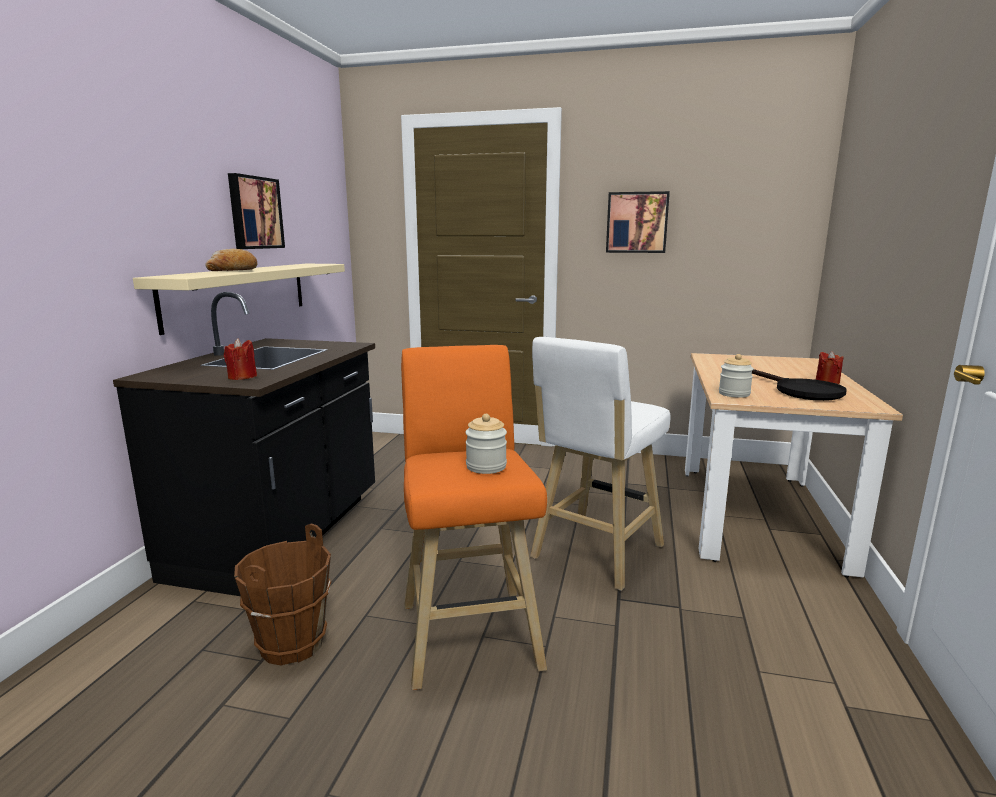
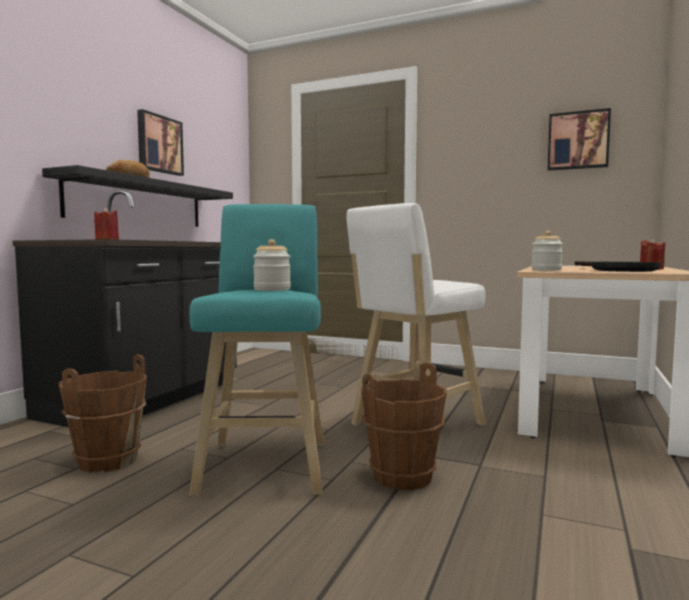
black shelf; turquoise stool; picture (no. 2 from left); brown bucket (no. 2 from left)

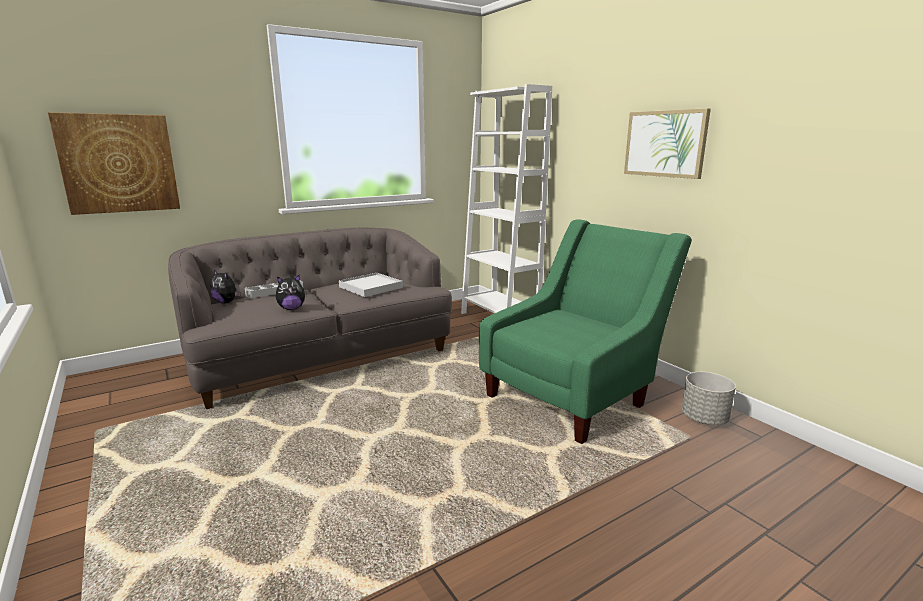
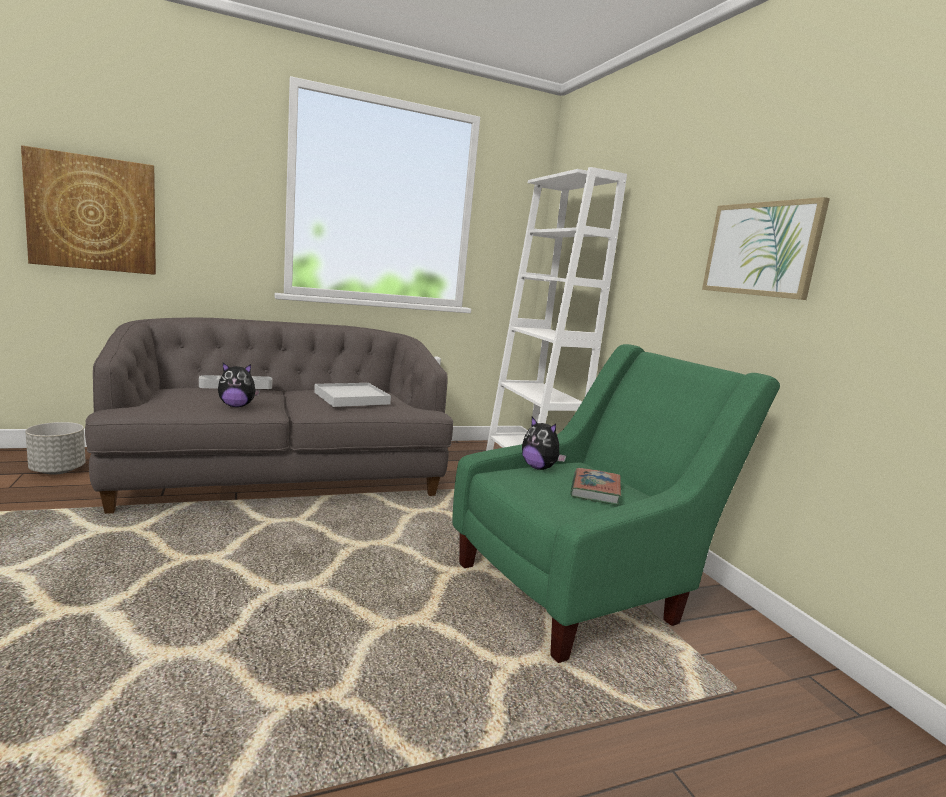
plush toy (no. 2 from left); grey planter; book

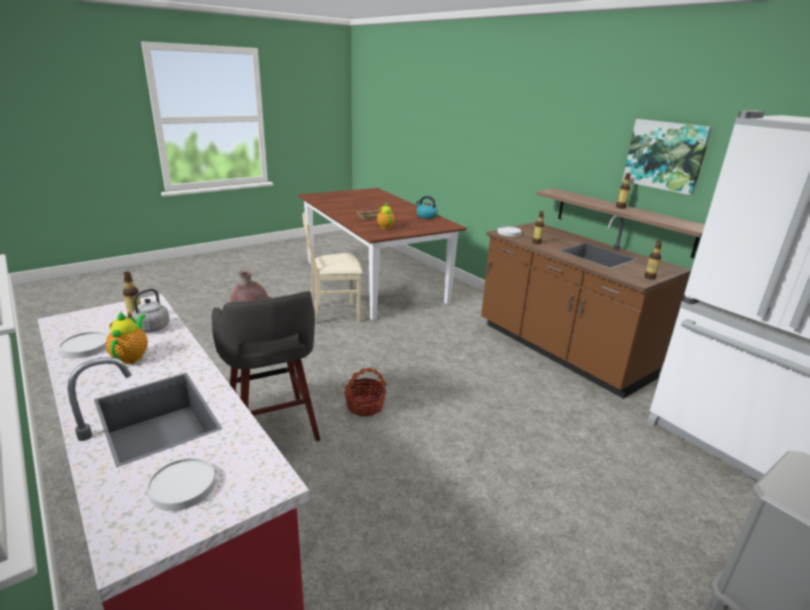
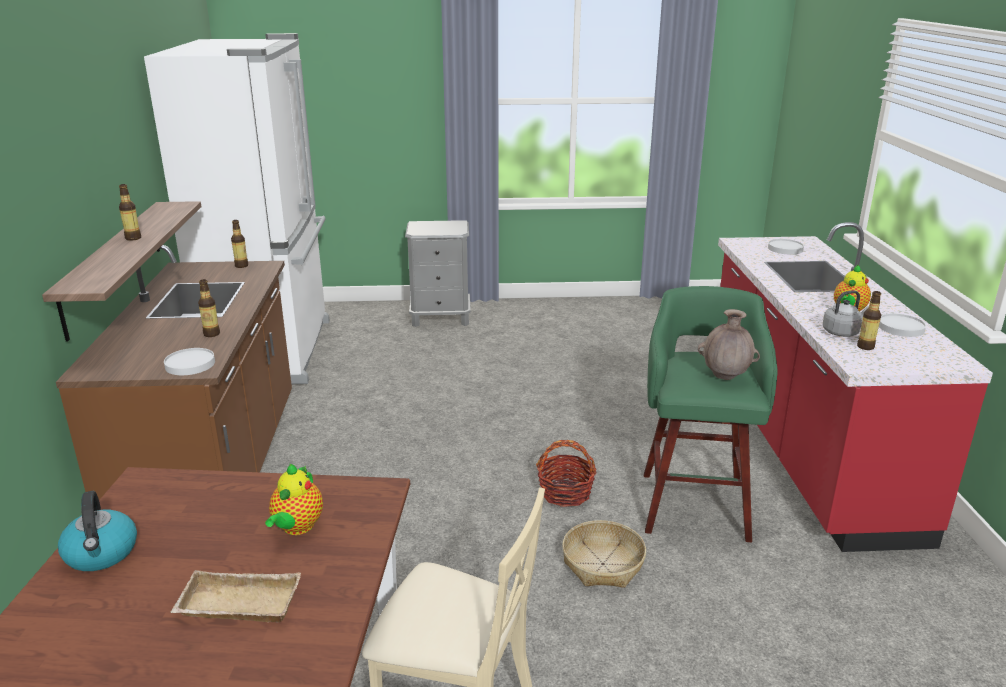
green stool; picture; basket (no. 2 from left)

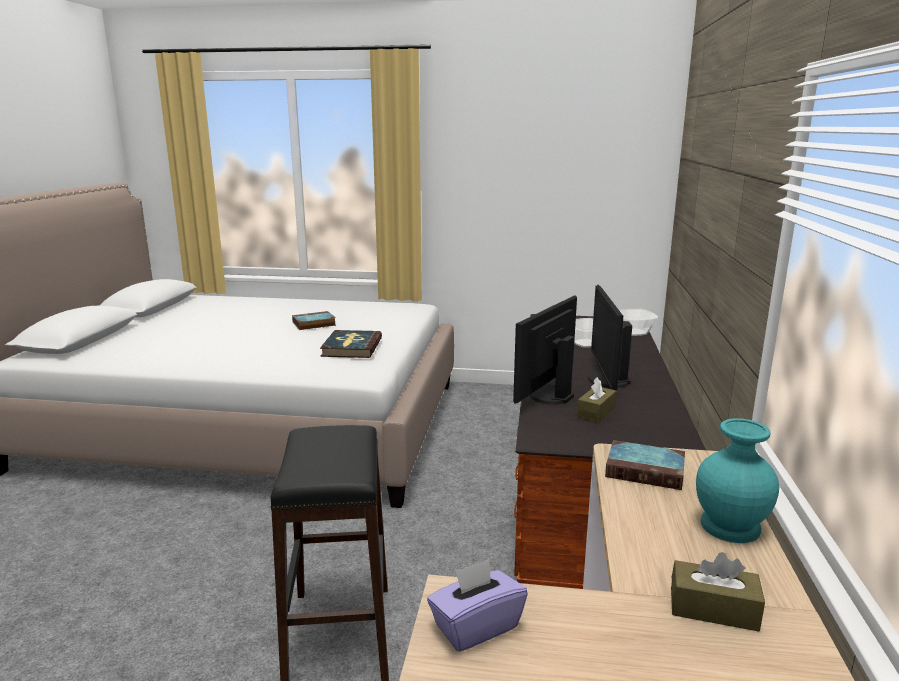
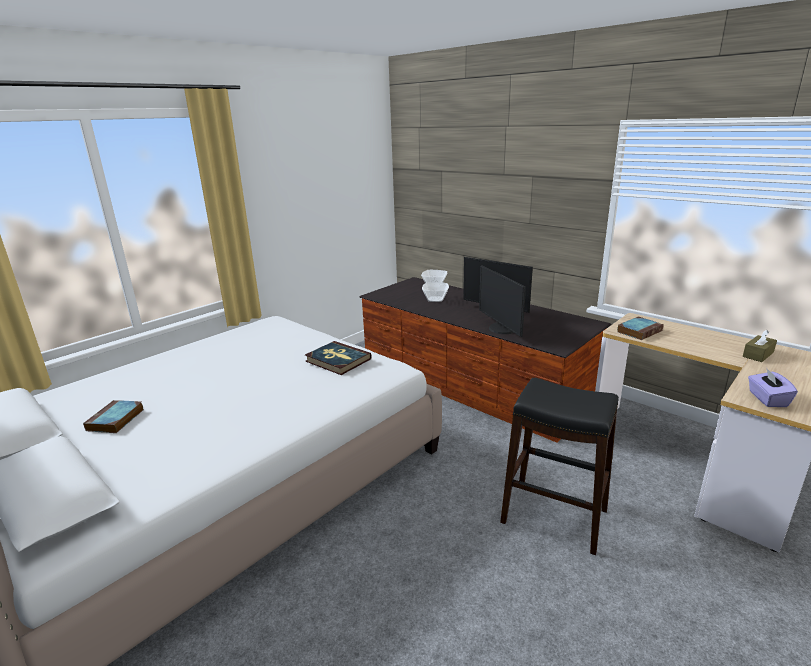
book (no. 1 from left); brown tissue box (no. 1 from left in the first image); turquoise vase

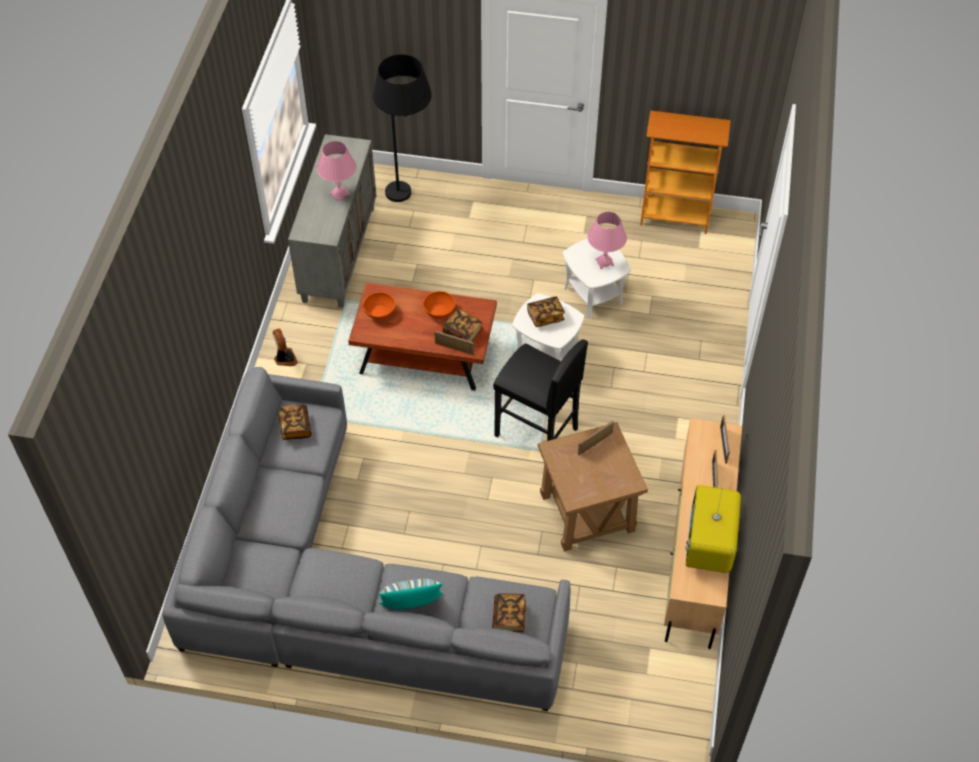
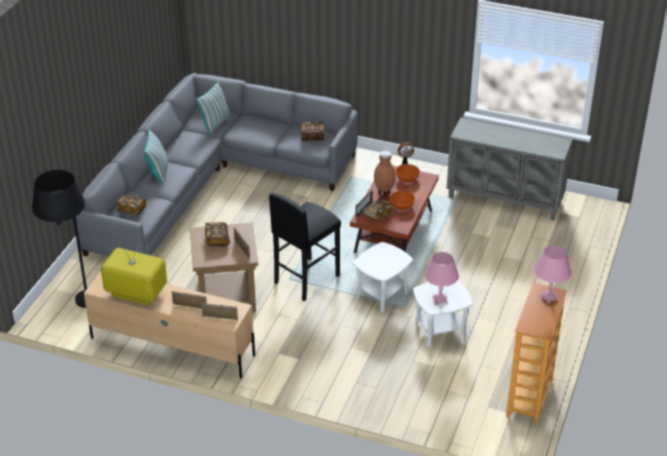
pink table lamp (no. 2 from left); black floor lamp; book (no. 2 from left); pillow (no. 2 from left); brown vase

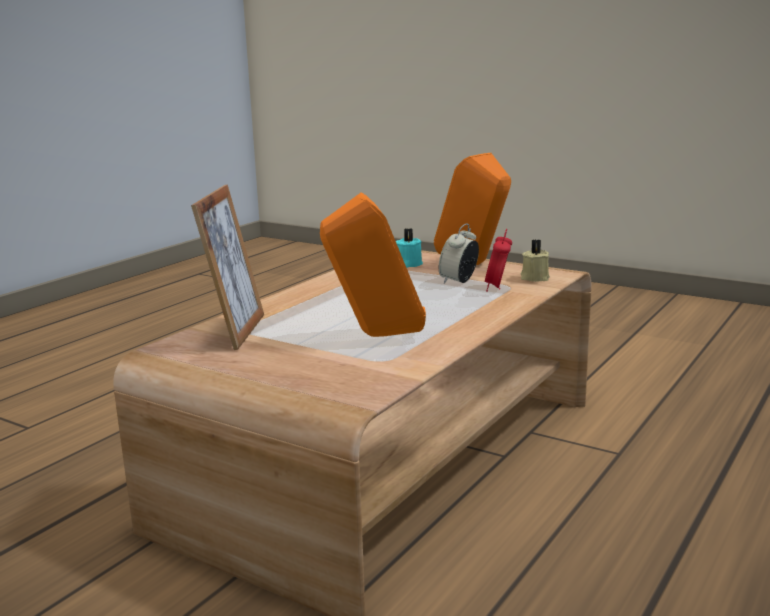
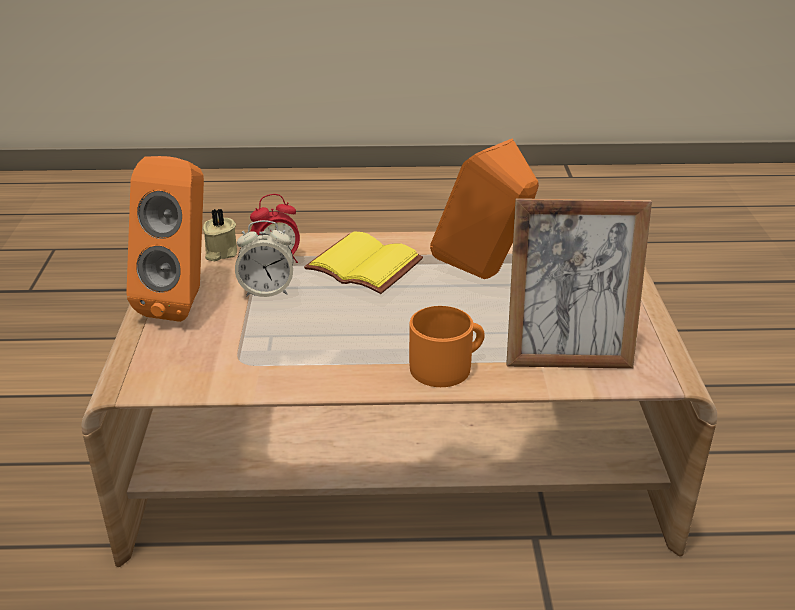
picture frame; turquoise candle; yellow book; orange mug

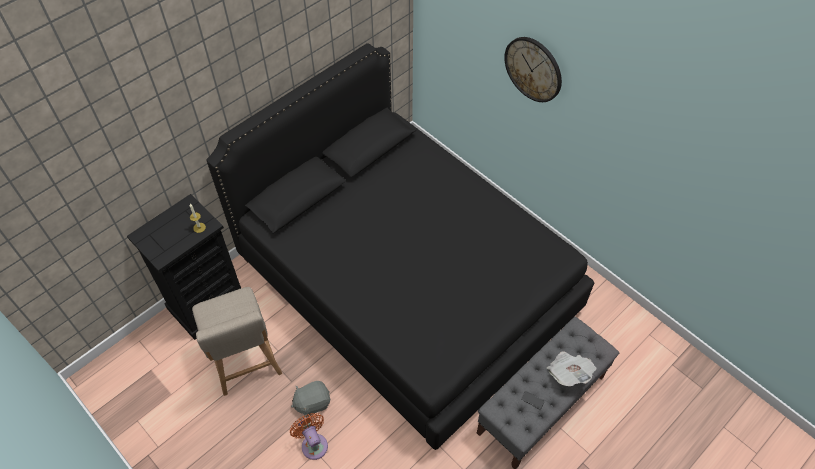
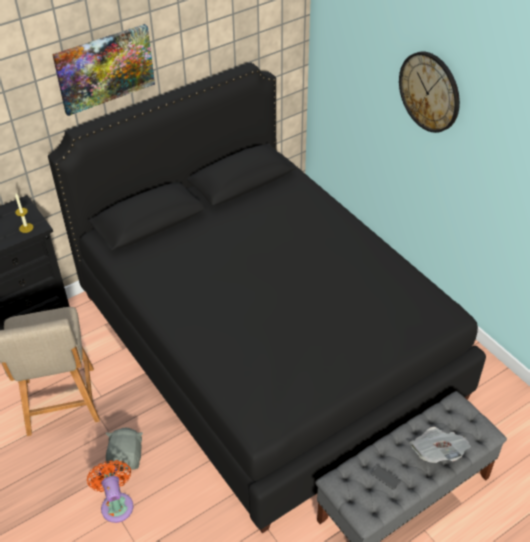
grey plush toy; picture

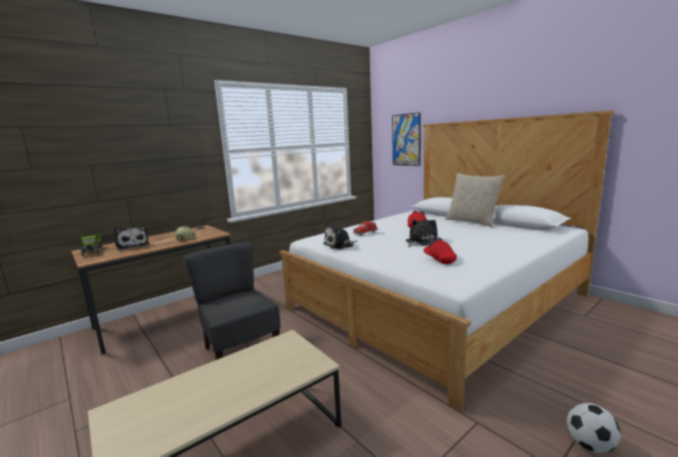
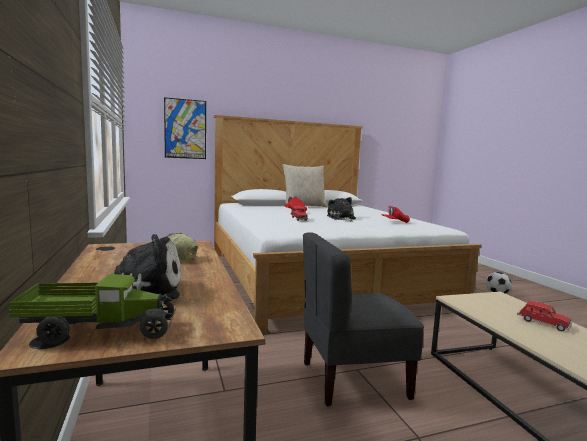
plush toy (no. 2 from left in the first image); red toy car (no. 2 from left)

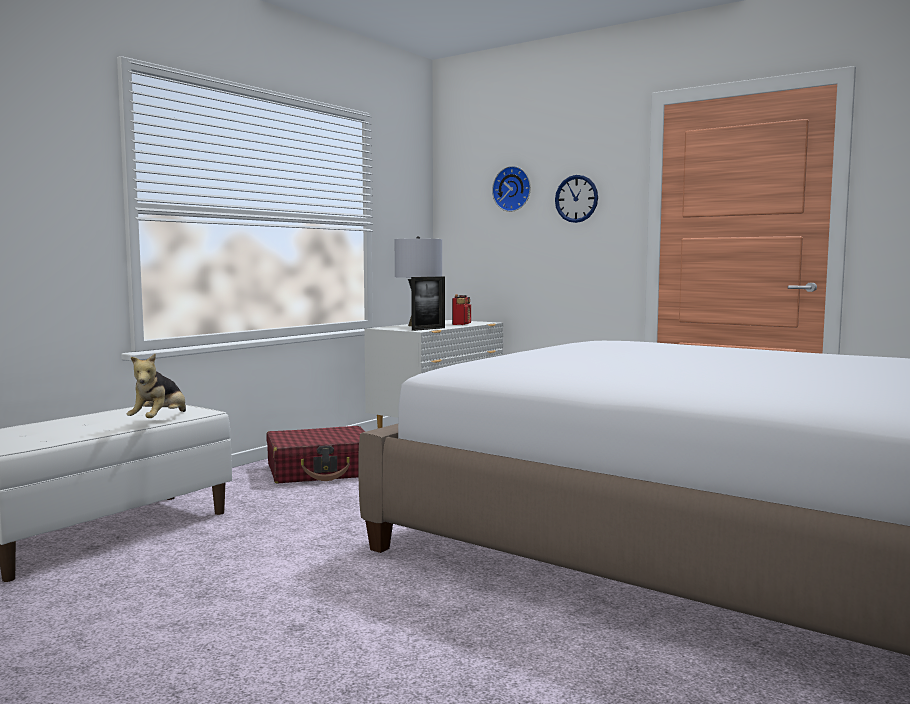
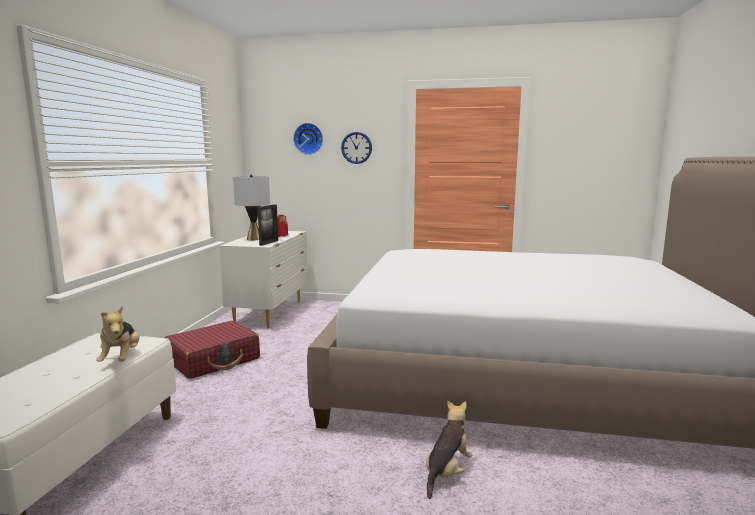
plush toy (no. 2 from left)

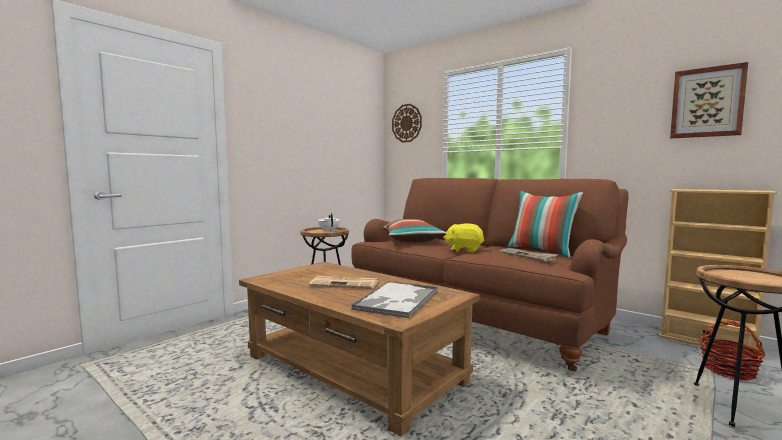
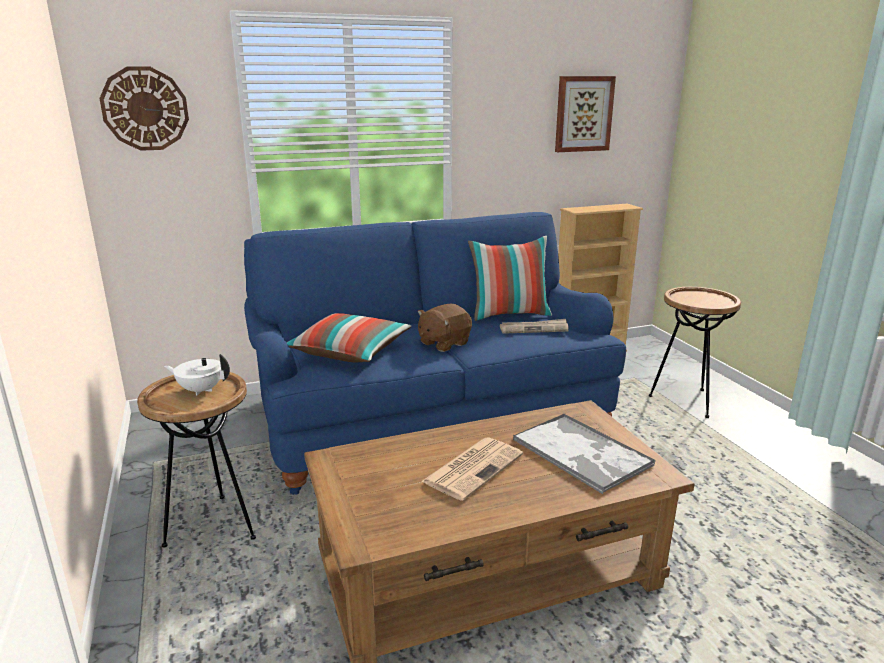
blue sofa; brown plush toy; basket

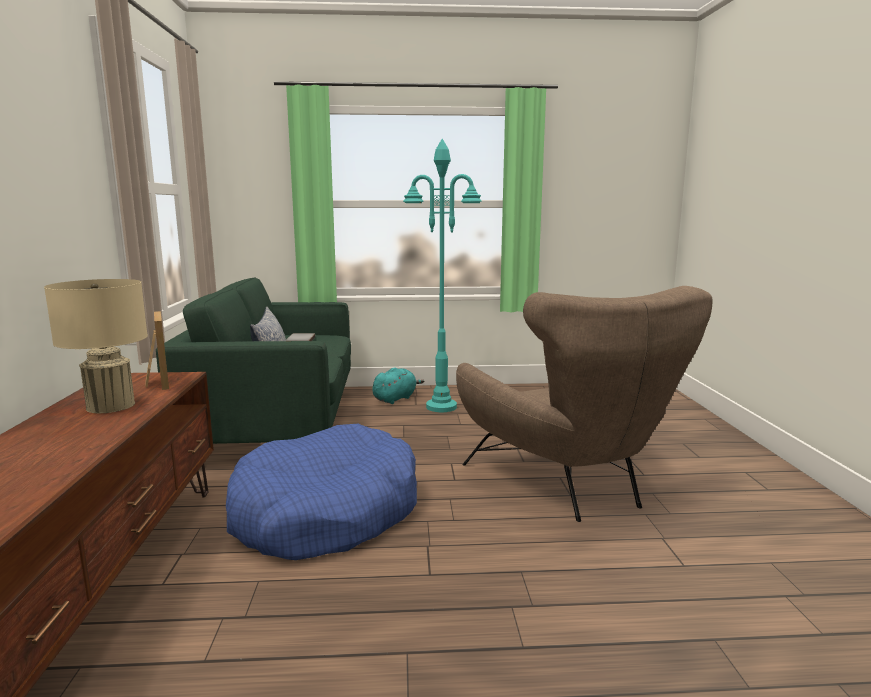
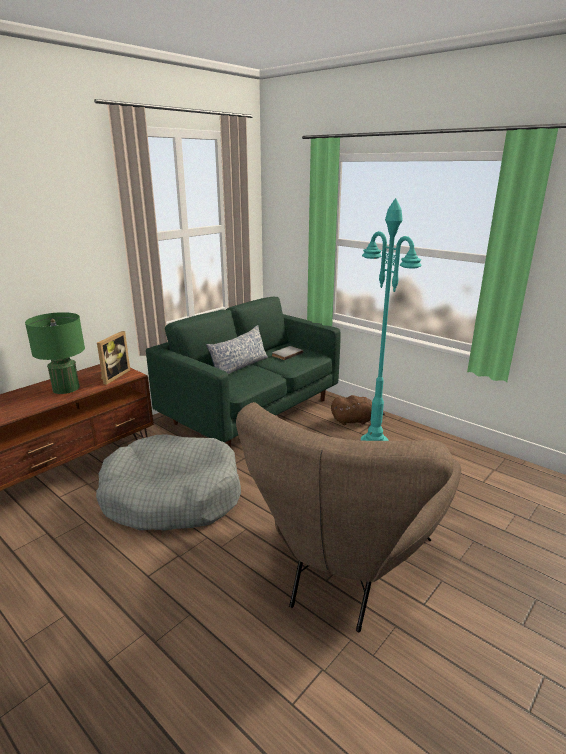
green table lamp; grey dog bed; brown plush toy

